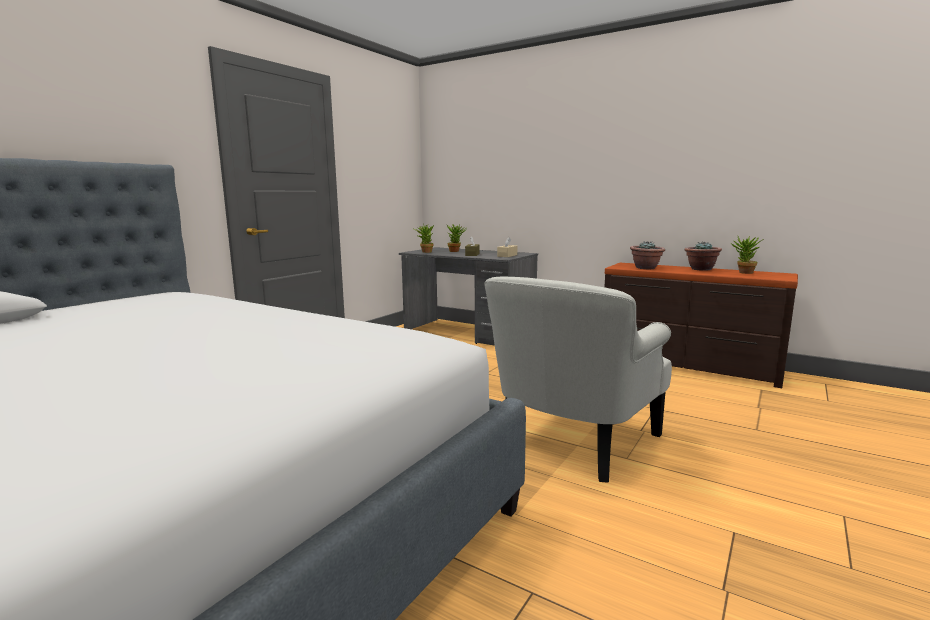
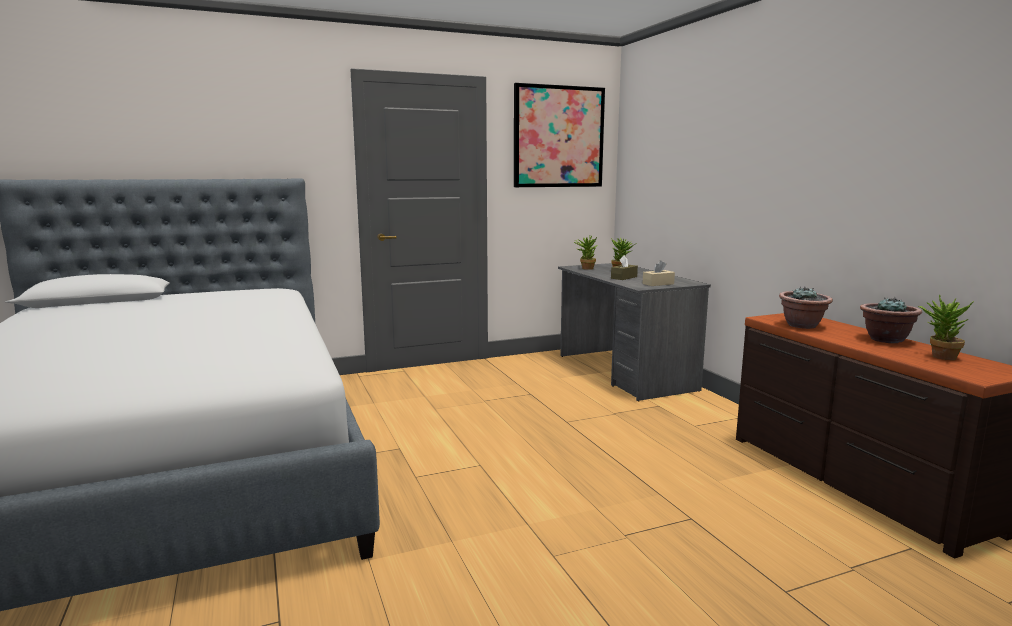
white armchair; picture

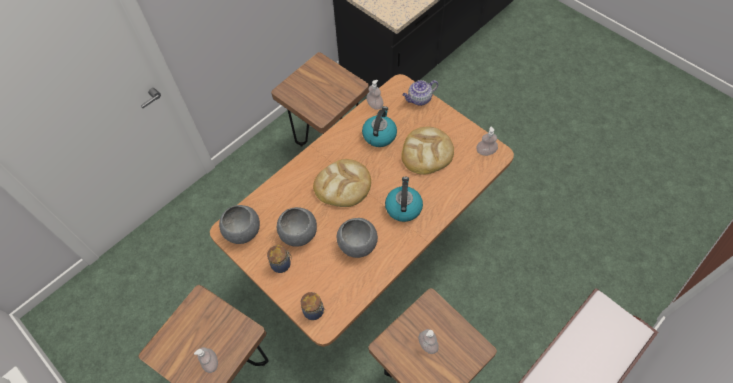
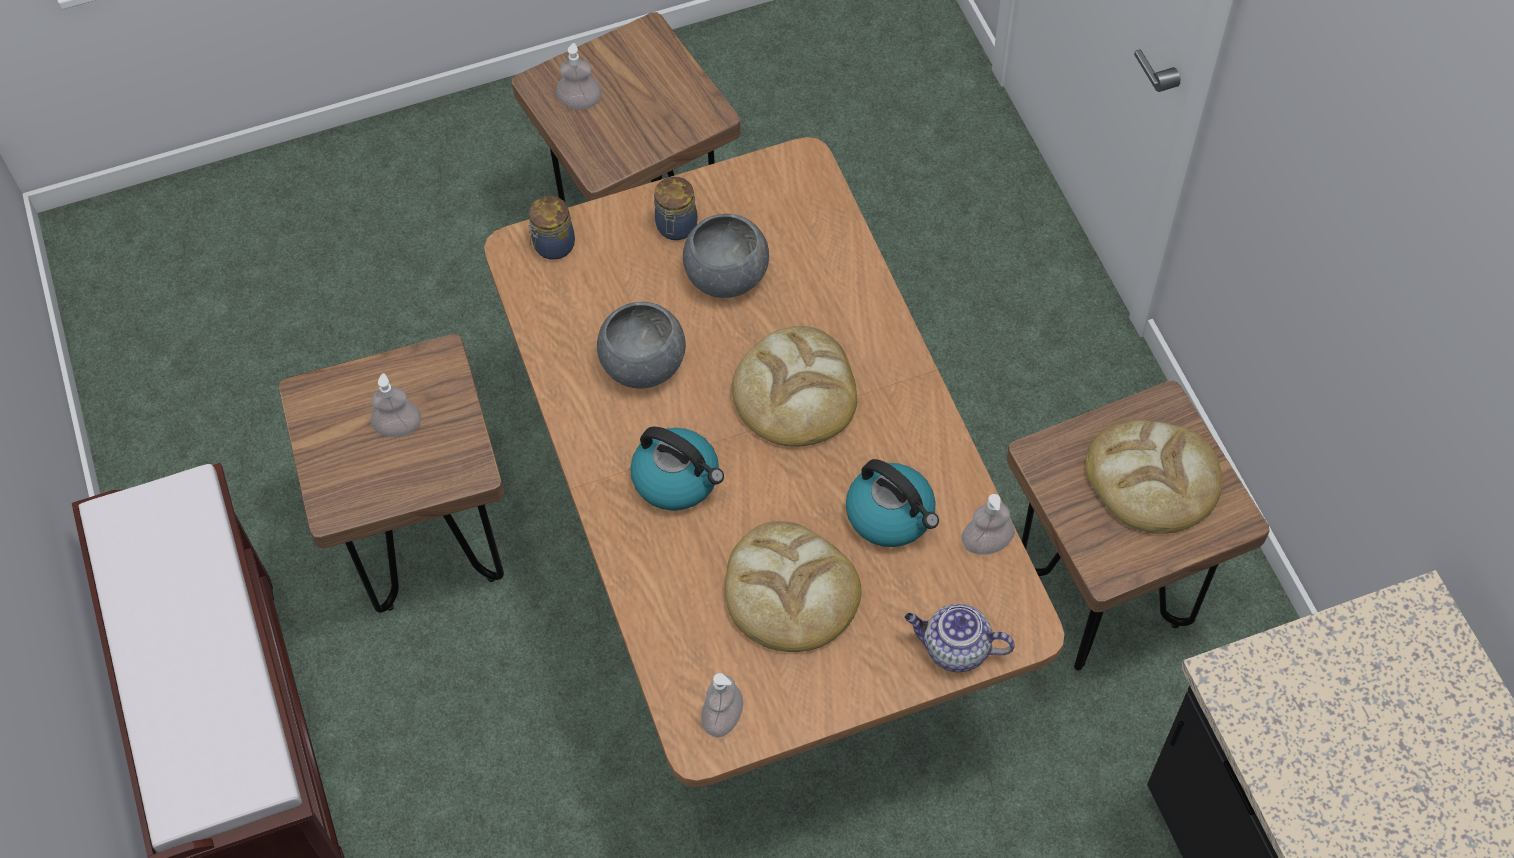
grey bowl (no. 1 from left in the first image); teapot; bread (no. 3 from left)

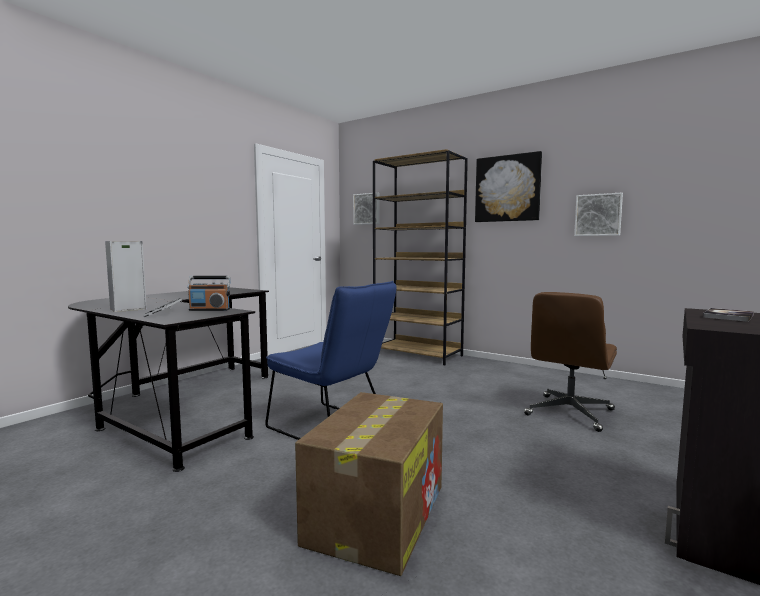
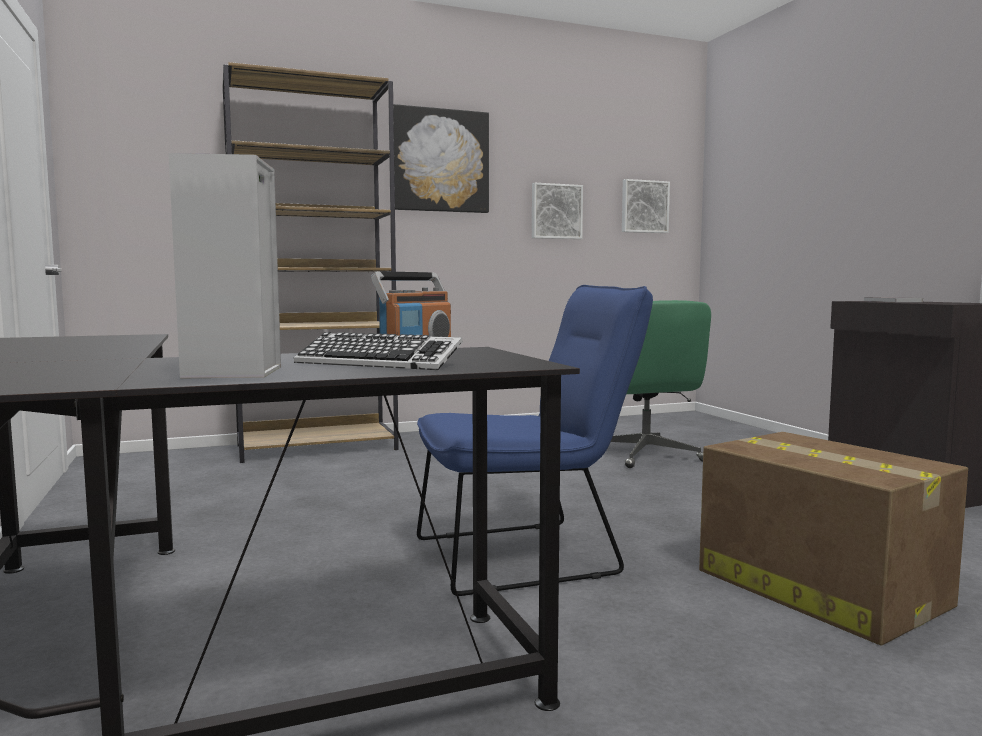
picture (no. 3 from left); green office chair

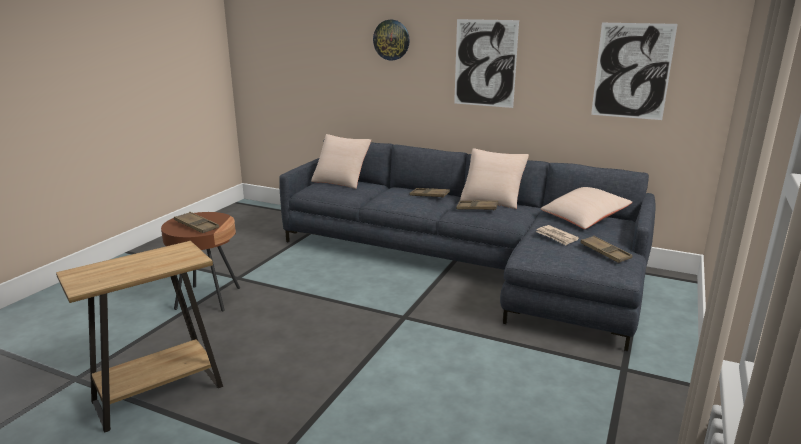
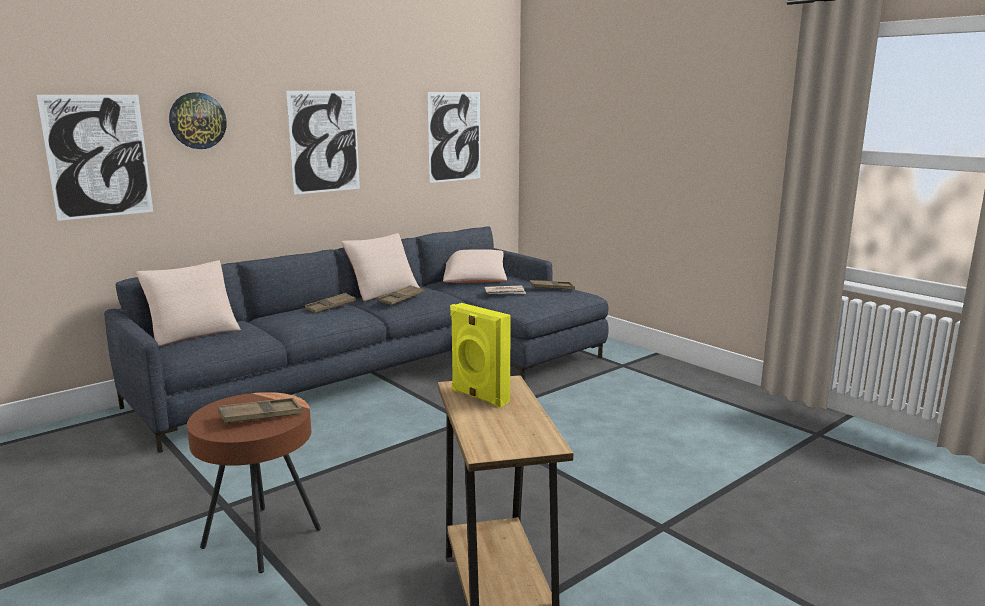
picture (no. 1 from left); yellow speaker

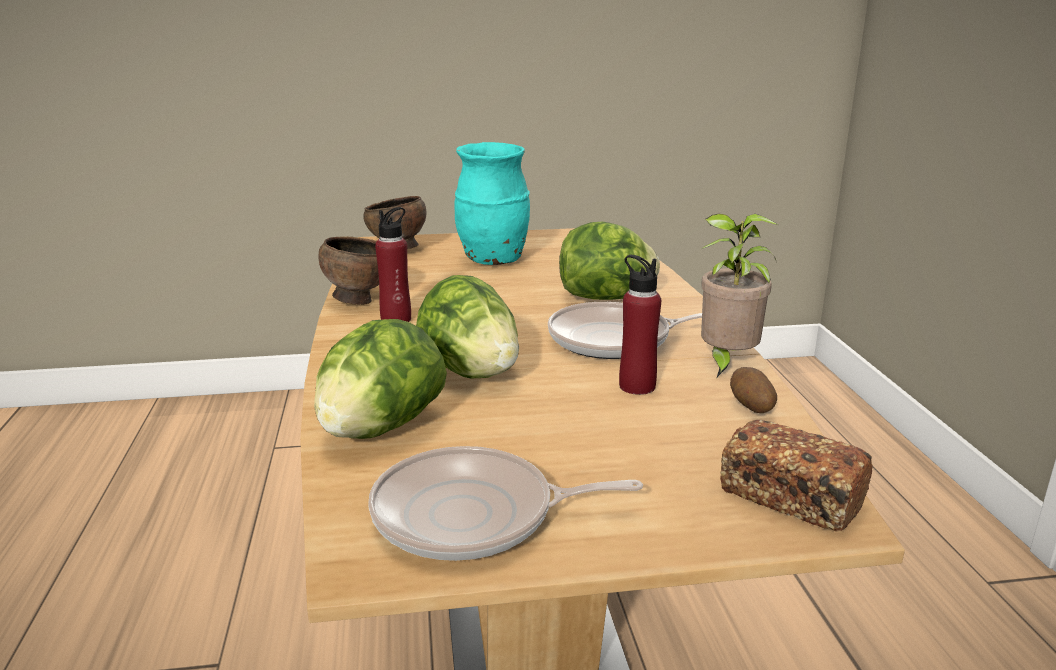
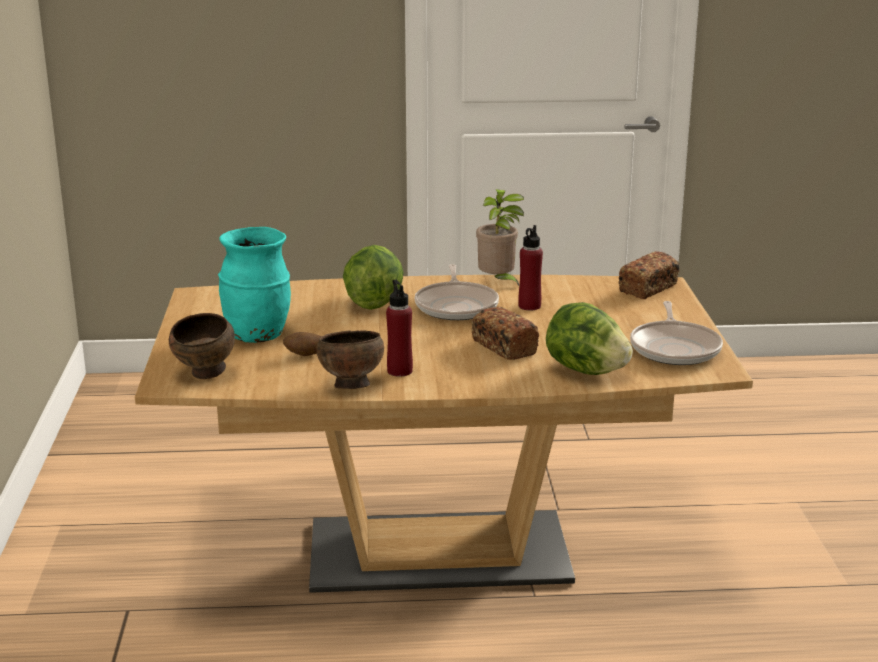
bread (no. 1 from left); potato

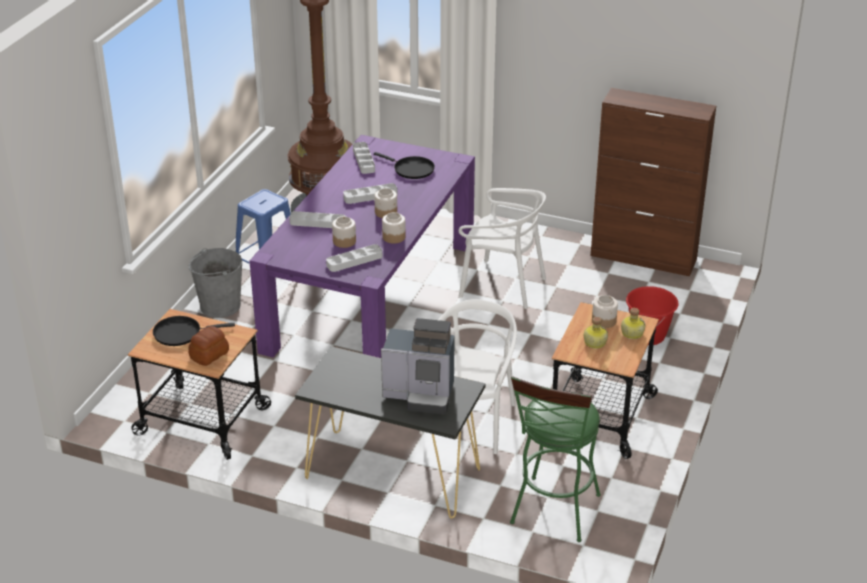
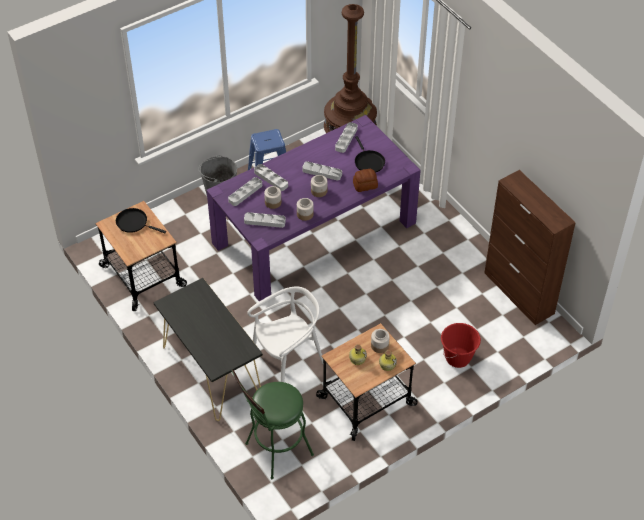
bread; coffee machine; white chair (no. 2 from left in the first image); grey tray (no. 1 from left)

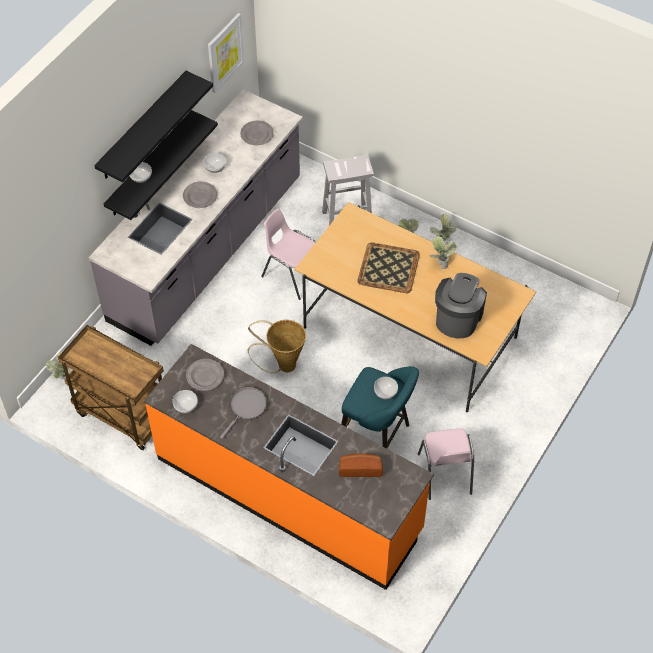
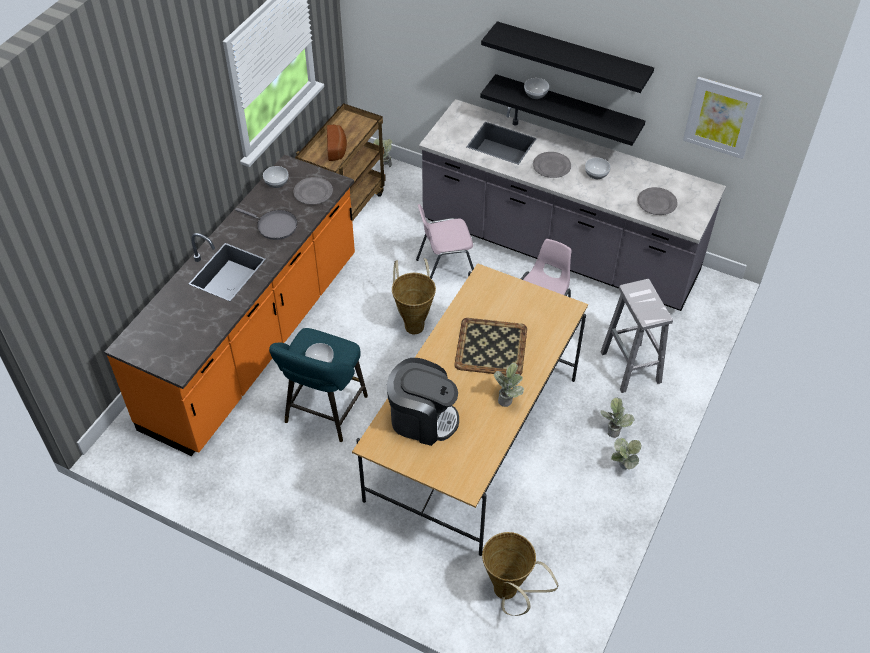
bread; pink chair (no. 1 from left); basket (no. 2 from left)

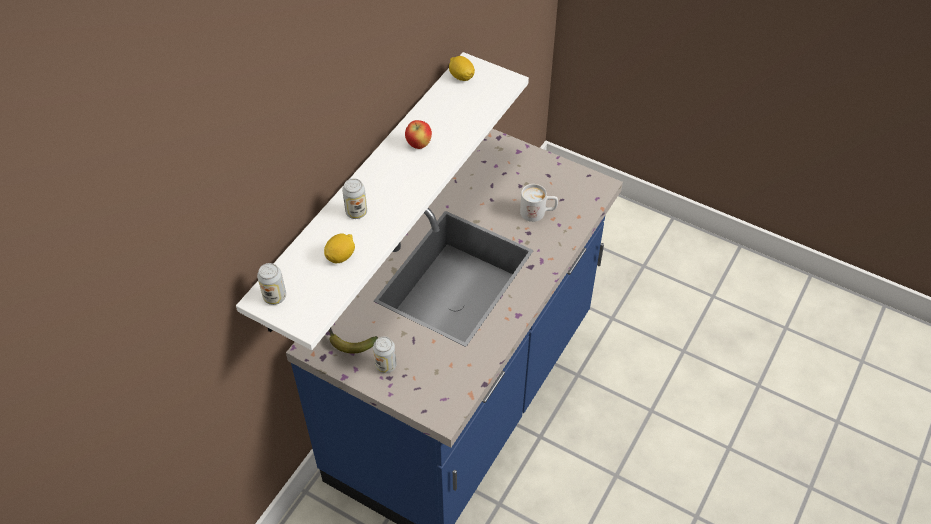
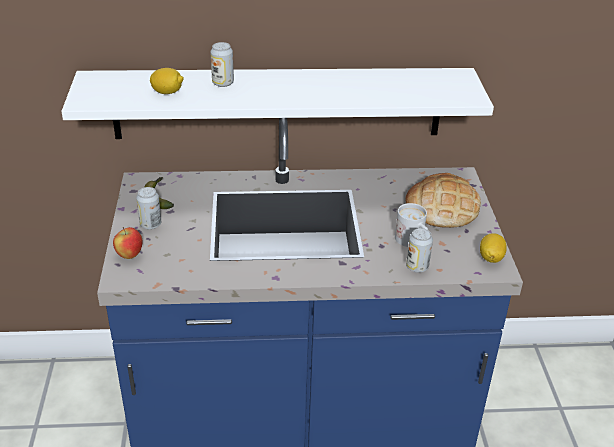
can (no. 3 from left); apple; lemon (no. 2 from left); bread

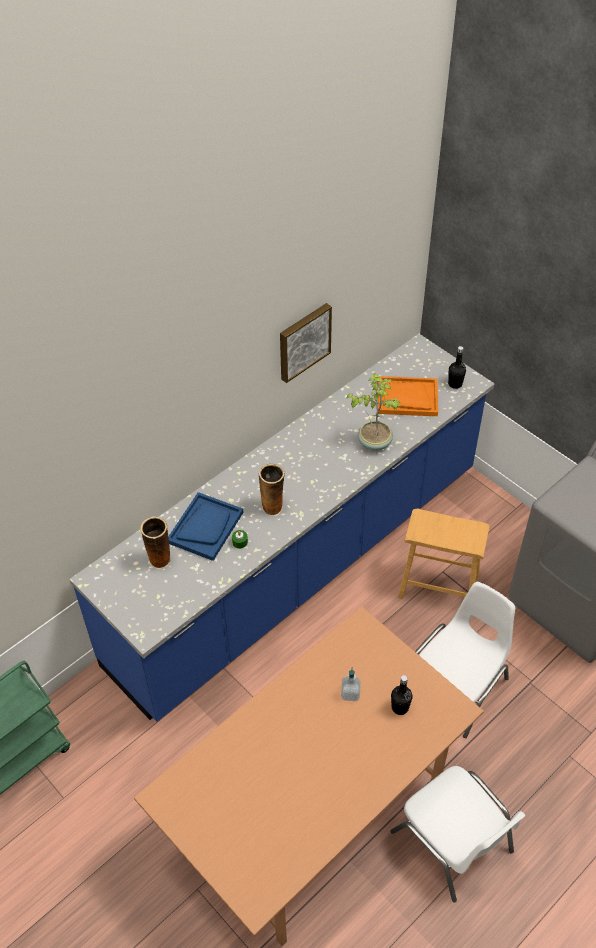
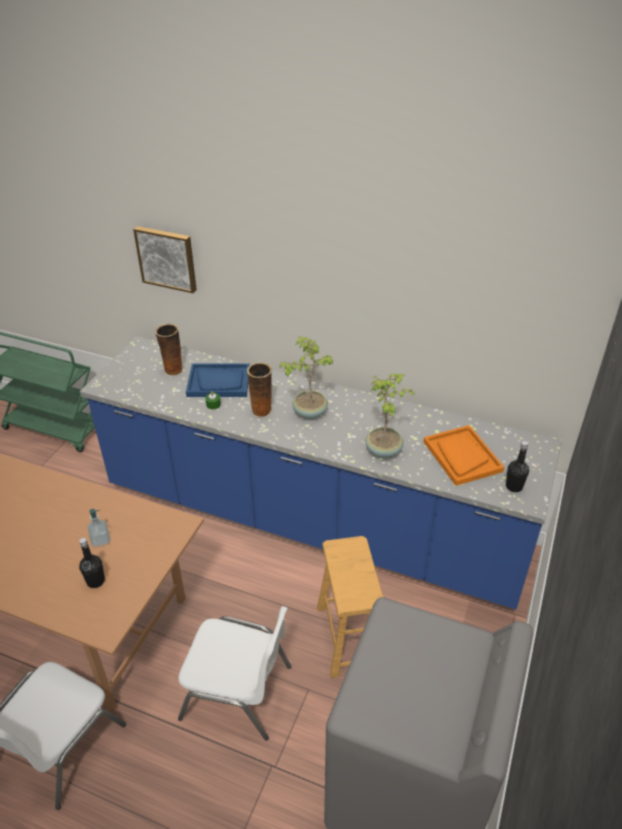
picture; potted plant (no. 1 from left)

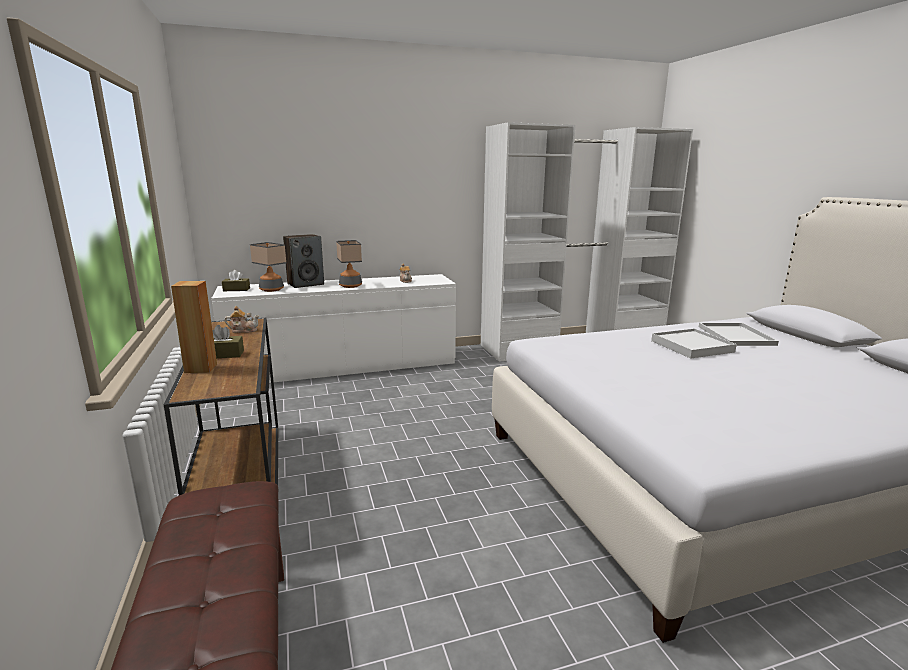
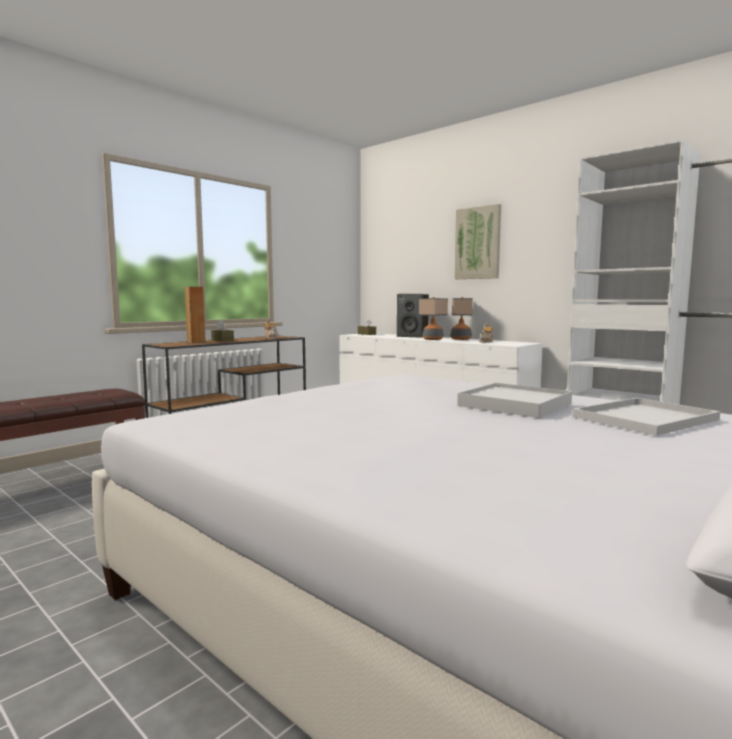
table lamp (no. 2 from left); picture

